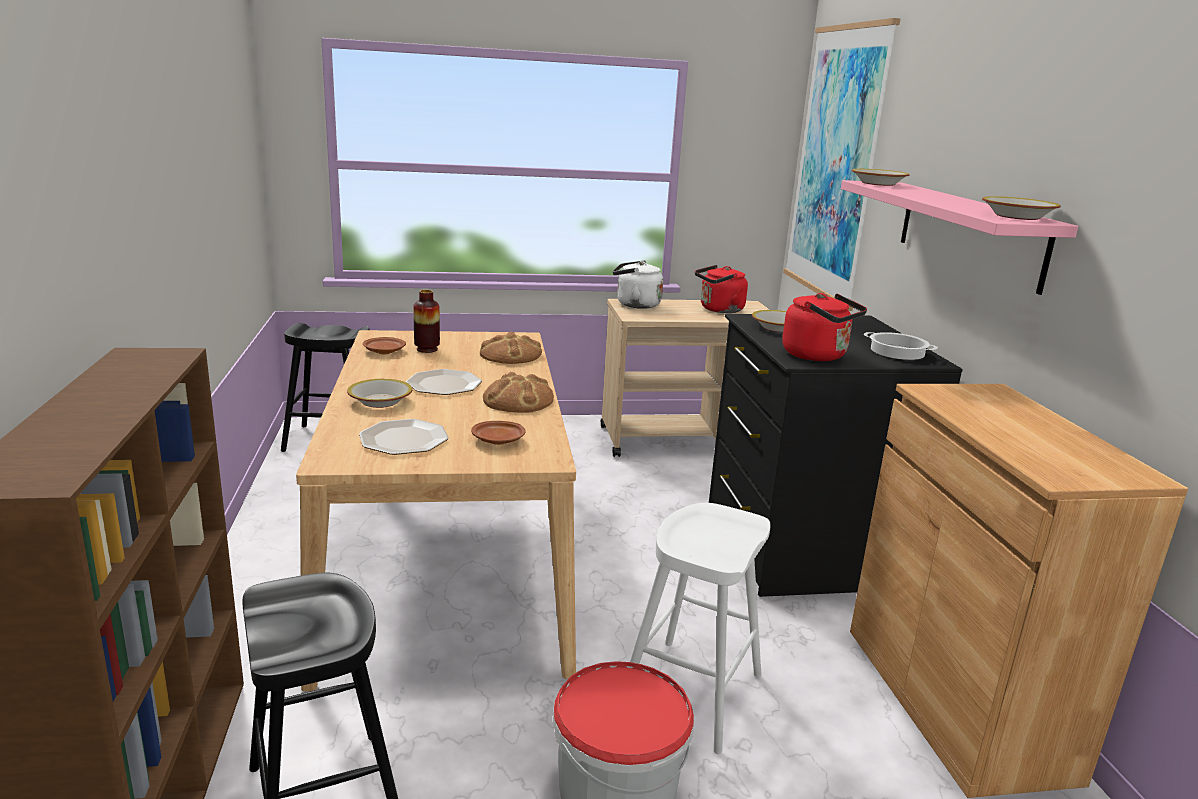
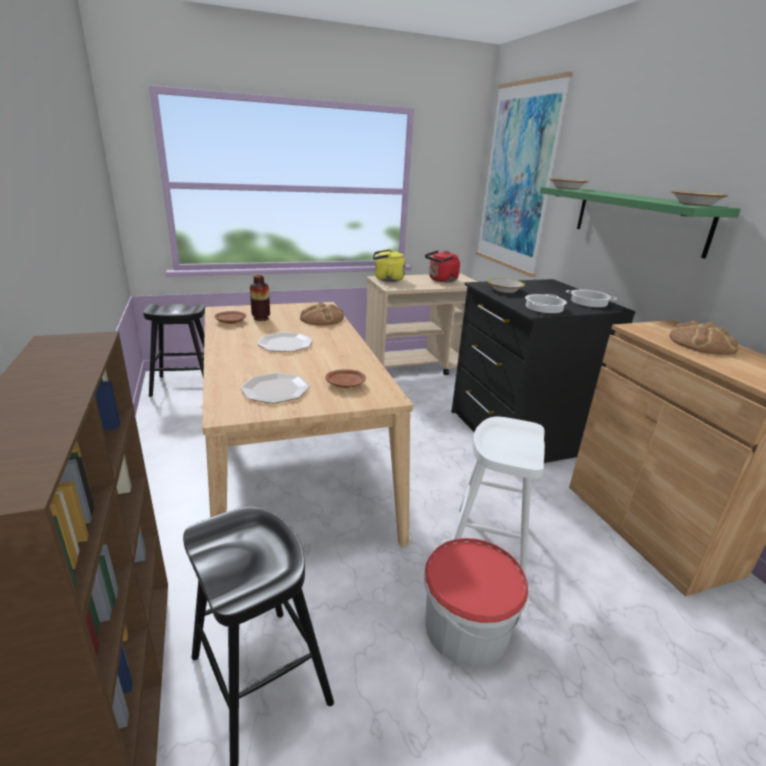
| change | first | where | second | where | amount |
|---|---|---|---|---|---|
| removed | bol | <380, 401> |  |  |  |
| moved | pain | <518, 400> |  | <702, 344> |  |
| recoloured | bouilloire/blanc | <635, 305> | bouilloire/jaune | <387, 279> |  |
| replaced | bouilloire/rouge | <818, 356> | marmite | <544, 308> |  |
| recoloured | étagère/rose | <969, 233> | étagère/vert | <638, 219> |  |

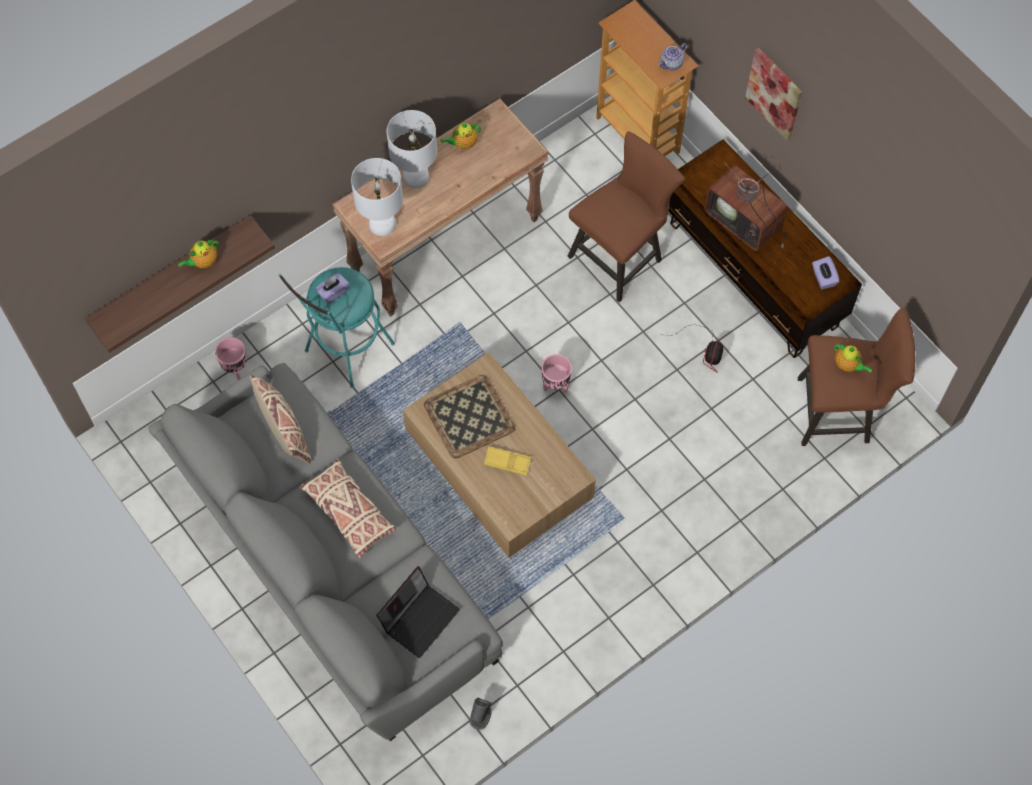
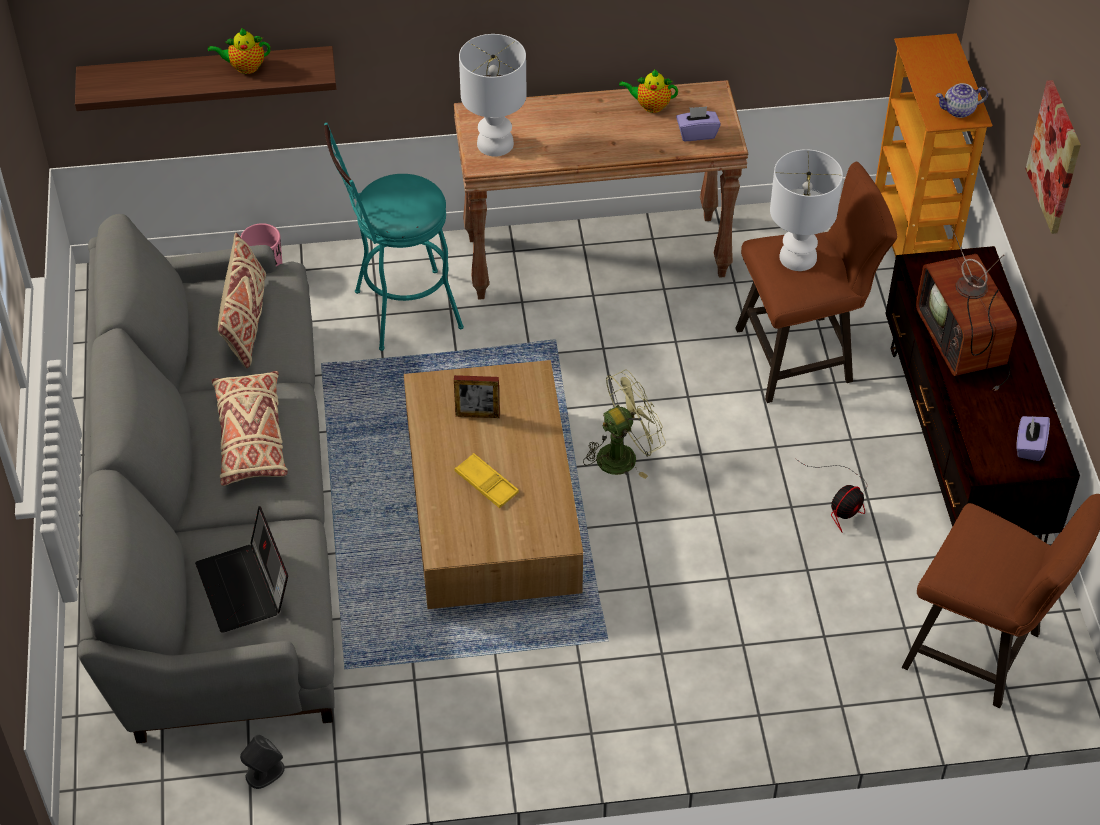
| change | first | where | second | where | amount |
|---|---|---|---|---|---|
| moved | boîte à mouchoirs/violet | <333, 292> |  | <697, 133> |  |
| turned | ordinateur portable | <419, 617> |  | <246, 588> | 90 degrees clockwise |
| moved | lampe de table/blanc | <415, 177> |  | <797, 258> |  |
| replaced | plateau | <469, 416> | cadre photo | <477, 415> |  |
| replaced | cache-pot/rose | <555, 385> | ventilateur/vert | <624, 455> |  |
| removed | théière | <848, 365> |  |  |  |

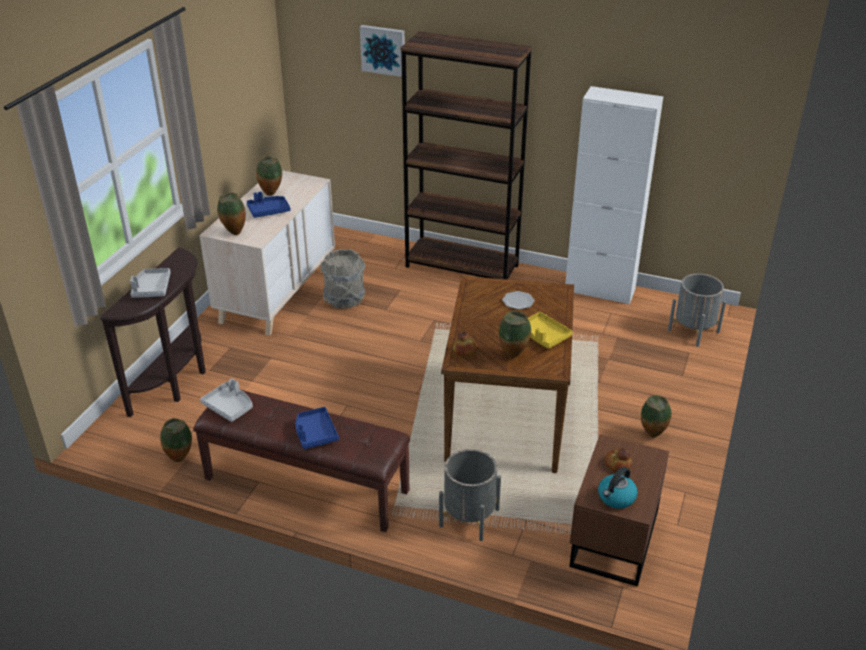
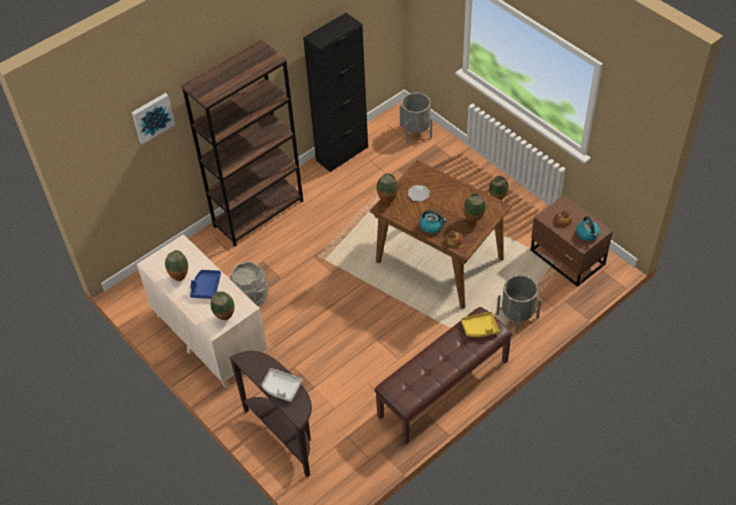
| change | first | where | second | where | amount |
|---|---|---|---|---|---|
| moved | vase | <180, 459> |  | <387, 201> |  |
| removed | plateau/gris | <229, 407> |  |  |  |
| removed | plateau/bleu | <315, 433> |  |  |  |
| moved | plateau/jaune | <543, 336> |  | <480, 328> |  |
| recoloured | meuble de rangement/blanc | <600, 290> | meuble de rangement/noir | <342, 154> |  |
| added |  |  | bouilloire | <432, 226> |  |

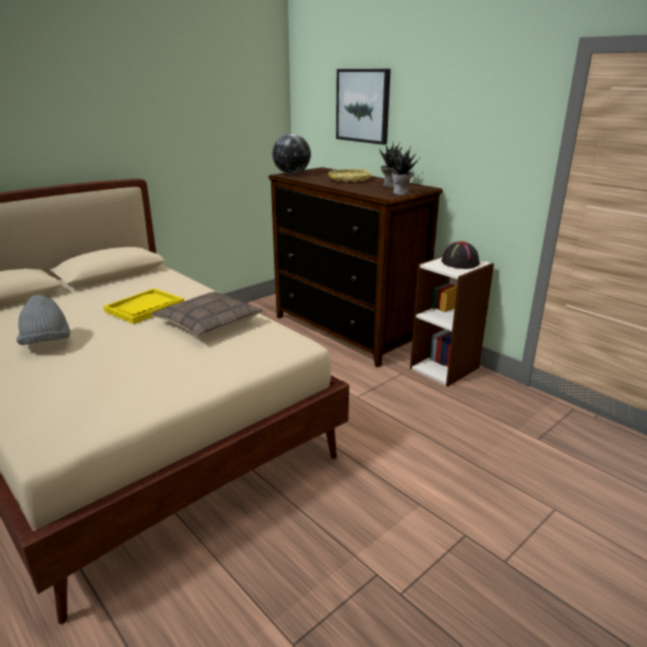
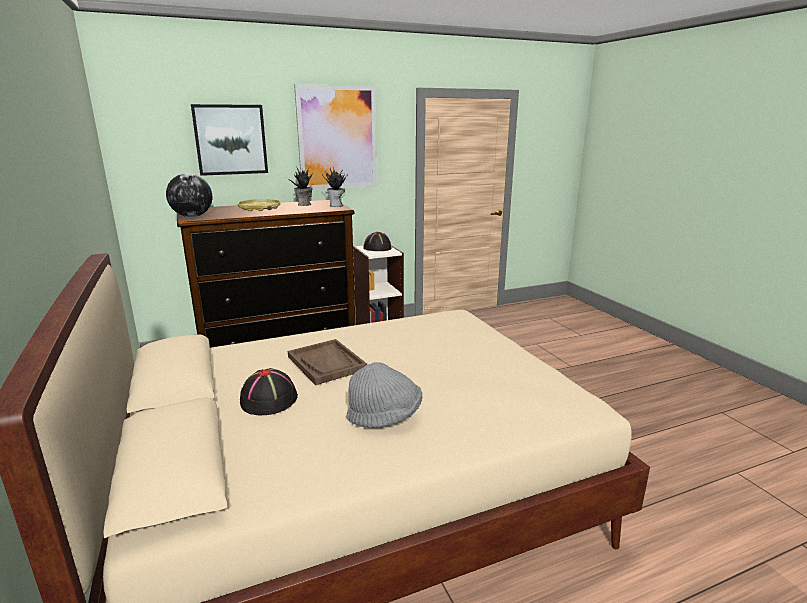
| change | first | where | second | where | amount |
|---|---|---|---|---|---|
| recoloured | plateau/jaune | <145, 308> | plateau/marron | <327, 363> |  |
| removed | coussin | <208, 323> |  |  |  |
| added |  |  | chapeau/noir | <269, 400> |  |
| added |  |  | tableau | <337, 138> |  |

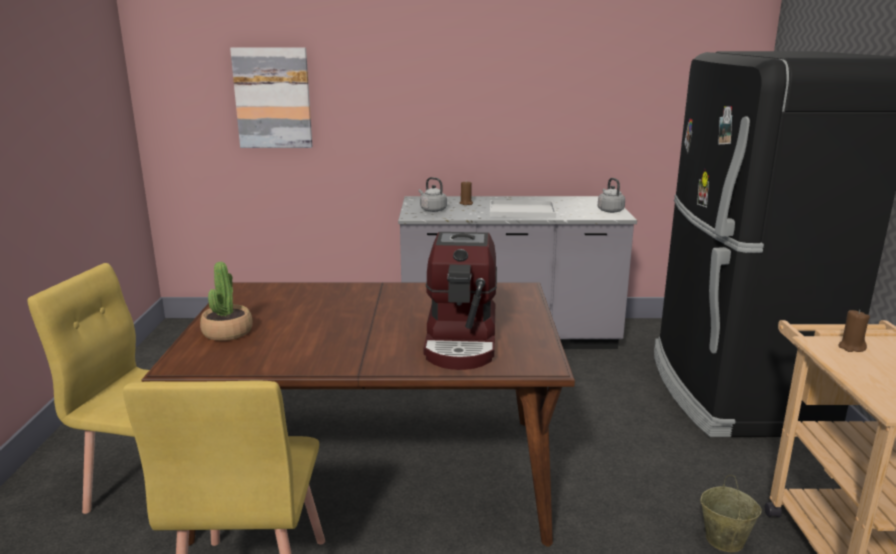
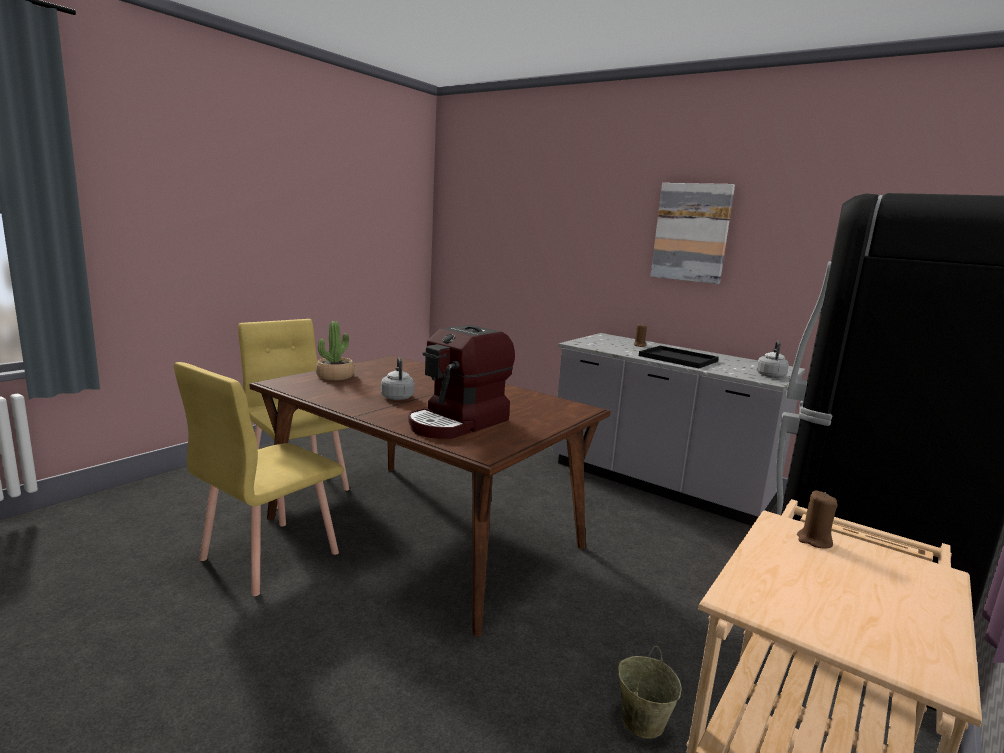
| change | first | where | second | where | amount |
|---|---|---|---|---|---|
| moved | tableau | <273, 98> |  | <691, 232> |  |
| moved | bouilloire/gris | <432, 210> |  | <397, 397> |  |
| recoloured | plateau/blanc | <523, 210> | plateau/noir | <679, 358> |  |

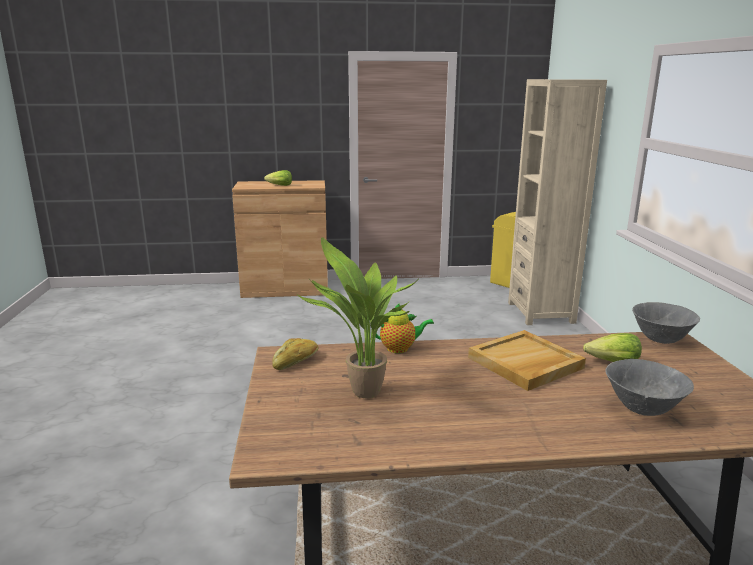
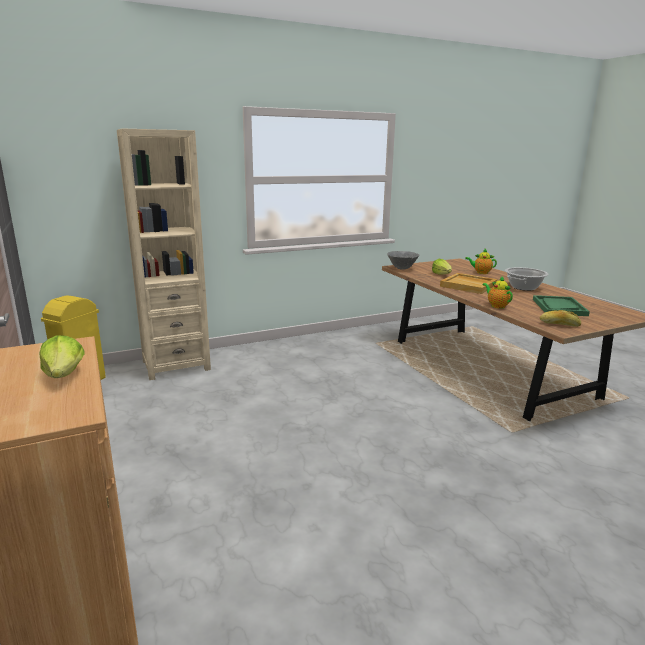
| change | first | where | second | where | amount |
|---|---|---|---|---|---|
| replaced | plante en pot | <361, 394> | plateau/vert | <559, 307> |  |
| replaced | bol/gris | <643, 410> | théière | <480, 272> |  |
| added |  |  | marmite | <524, 287> |  |

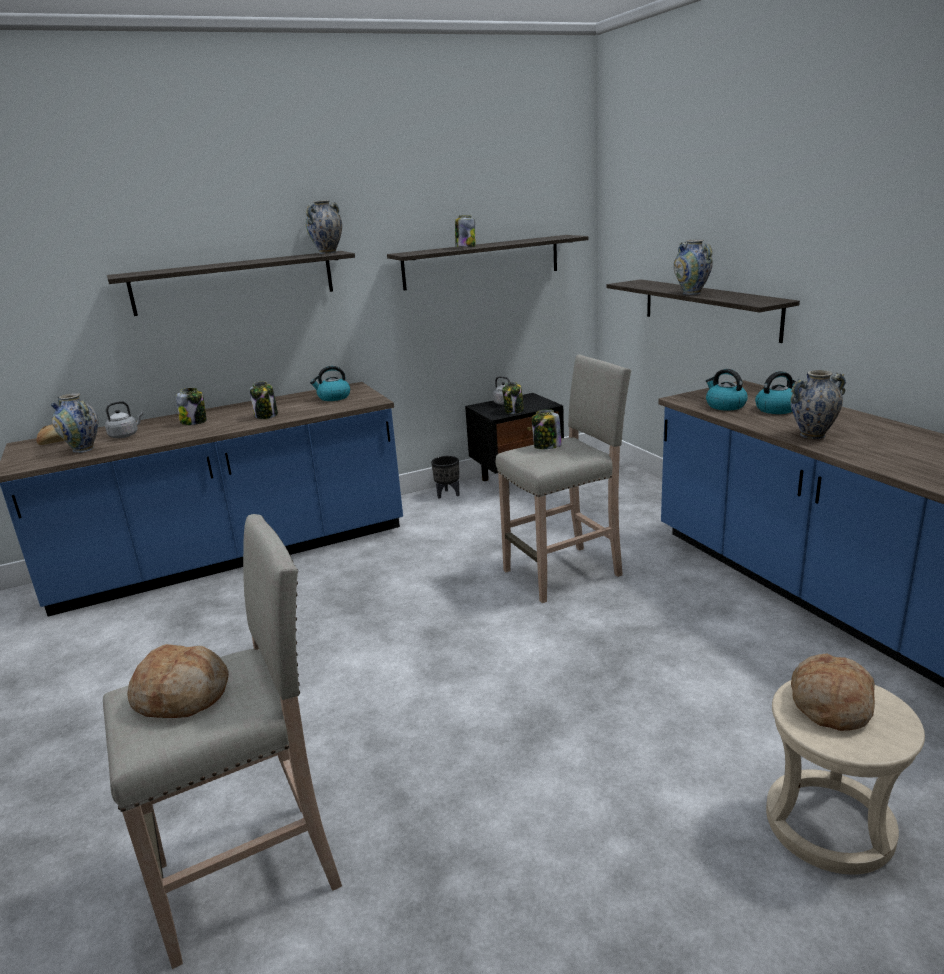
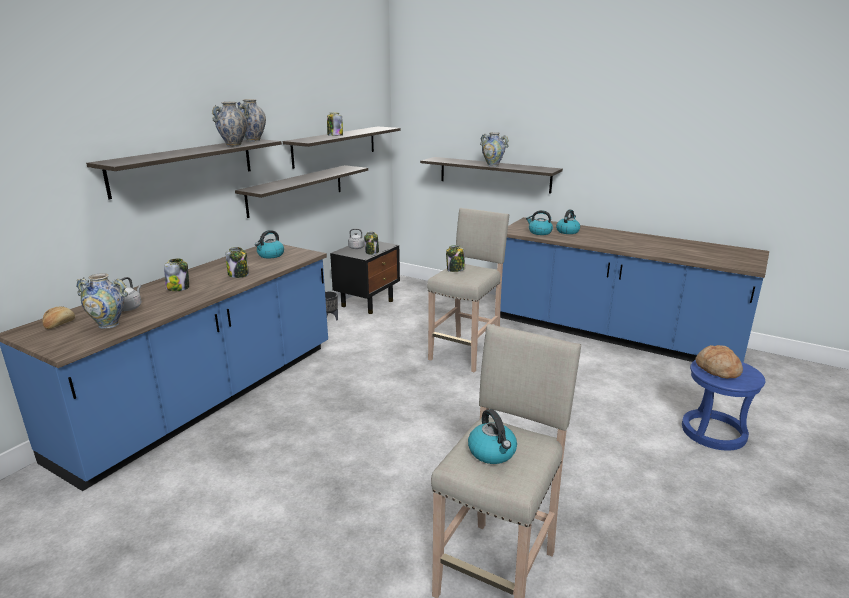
| change | first | where | second | where | amount |
|---|---|---|---|---|---|
| replaced | pain | <182, 696> | bouilloire | <492, 452> |  |
| recoloured | tabouret/beige | <829, 825> | tabouret/bleu | <714, 432> |  |
| moved | vase | <812, 435> |  | <234, 145> |  |
| added |  |  | étagère | <296, 190> |  |

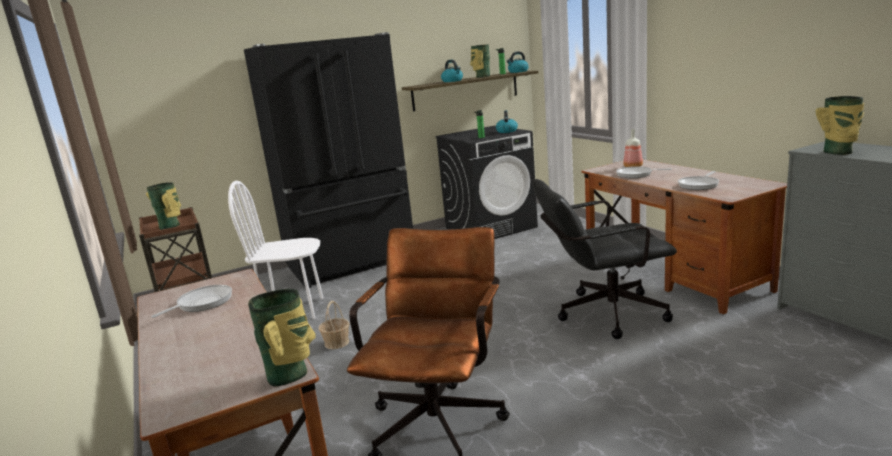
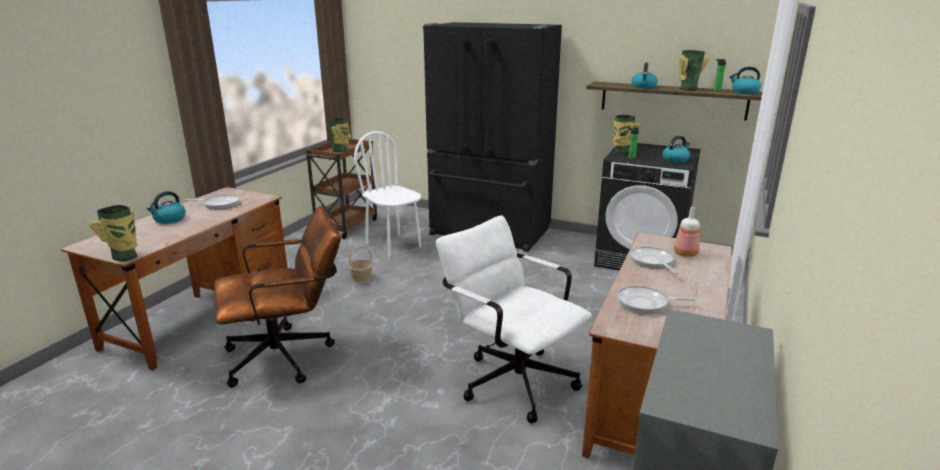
| change | first | where | second | where | amount |
|---|---|---|---|---|---|
| recoloured | chaise de bureau/noir | <602, 314> | chaise de bureau/blanc | <510, 378> |  |
| moved | vase | <839, 152> |  | <621, 152> |  |
| added |  |  | bouilloire | <169, 219> |  |

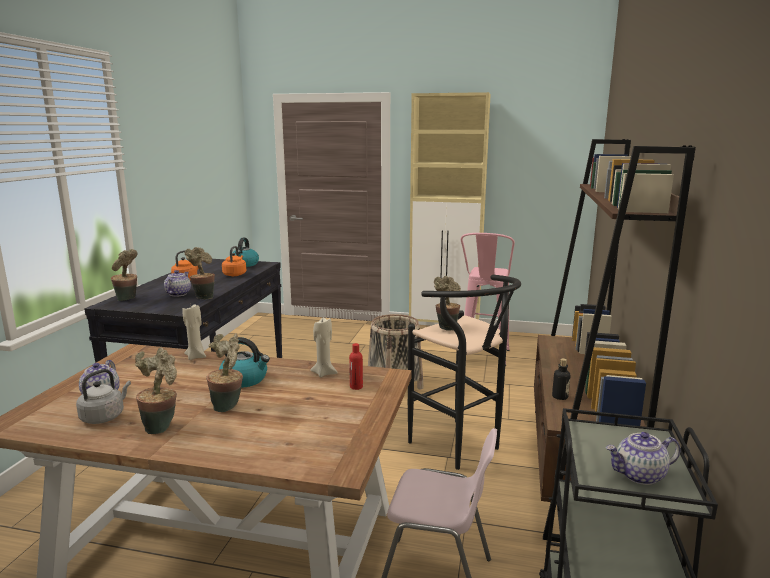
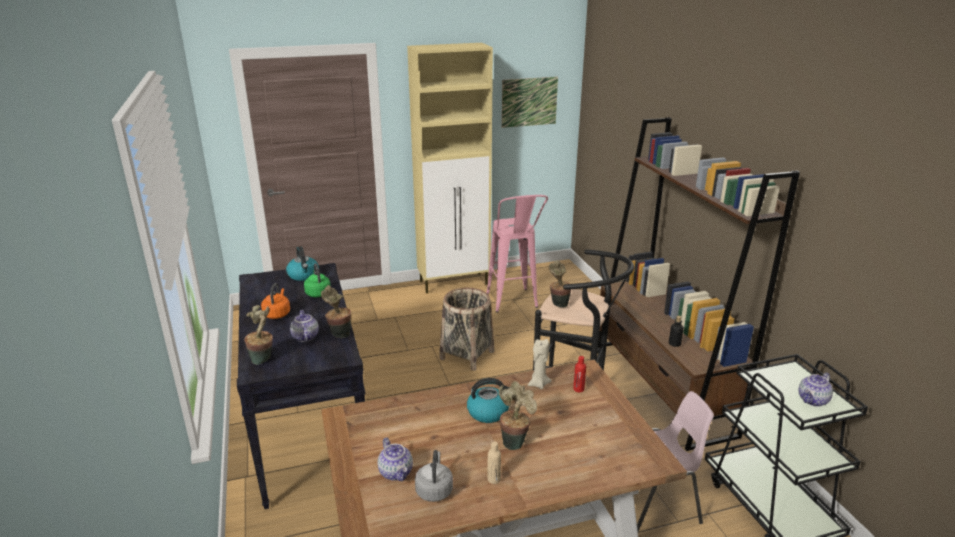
| change | first | where | second | where | amount |
|---|---|---|---|---|---|
| replaced | plante en pot | <162, 426> | bouteille/beige | <494, 479> |  |
| removed | bougie/beige | <196, 356> |  |  |  |
| recoloured | bouilloire/orange | <235, 274> | bouilloire/vert | <318, 293> |  |
| added |  |  | tableau | <529, 102> |  |

